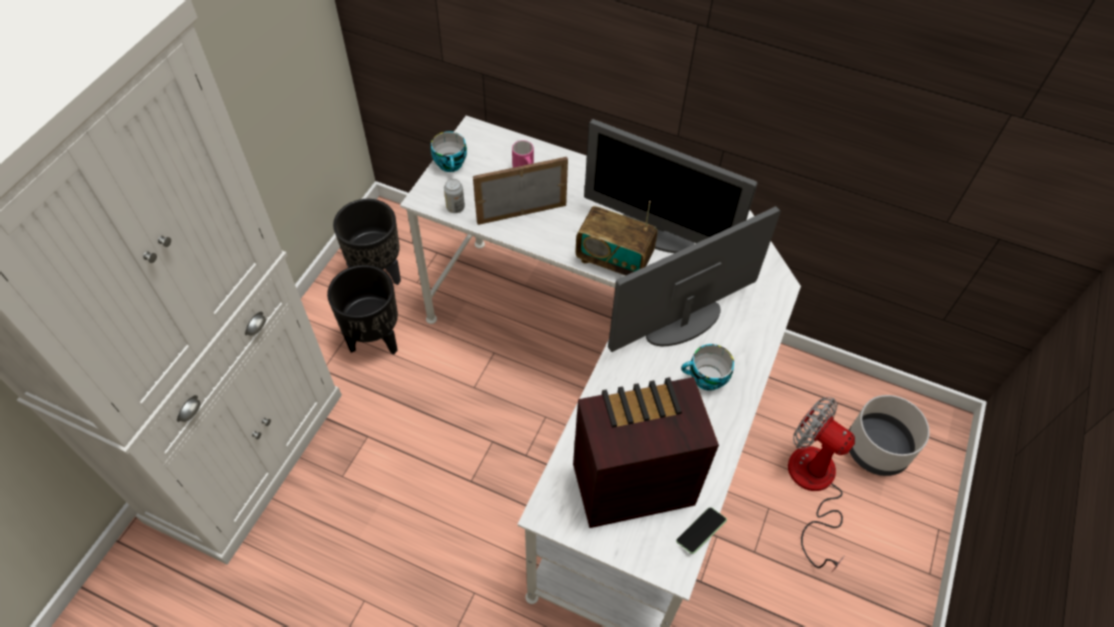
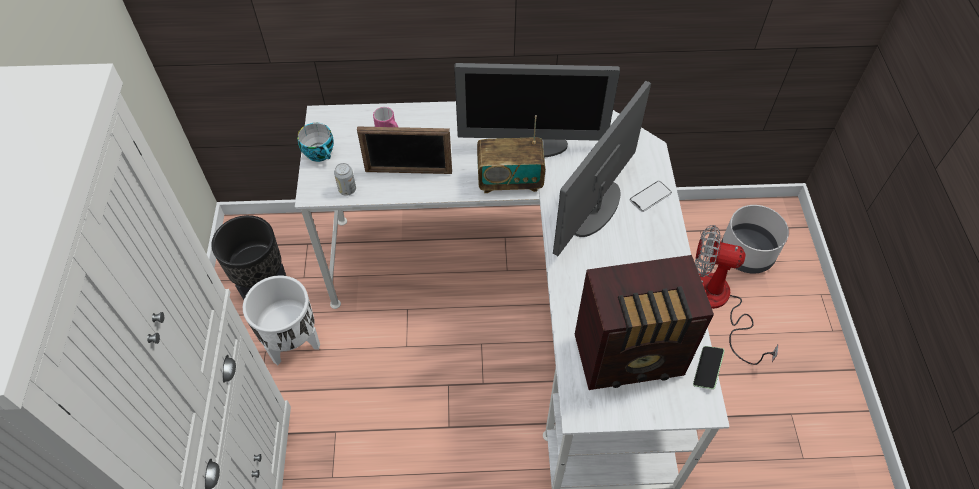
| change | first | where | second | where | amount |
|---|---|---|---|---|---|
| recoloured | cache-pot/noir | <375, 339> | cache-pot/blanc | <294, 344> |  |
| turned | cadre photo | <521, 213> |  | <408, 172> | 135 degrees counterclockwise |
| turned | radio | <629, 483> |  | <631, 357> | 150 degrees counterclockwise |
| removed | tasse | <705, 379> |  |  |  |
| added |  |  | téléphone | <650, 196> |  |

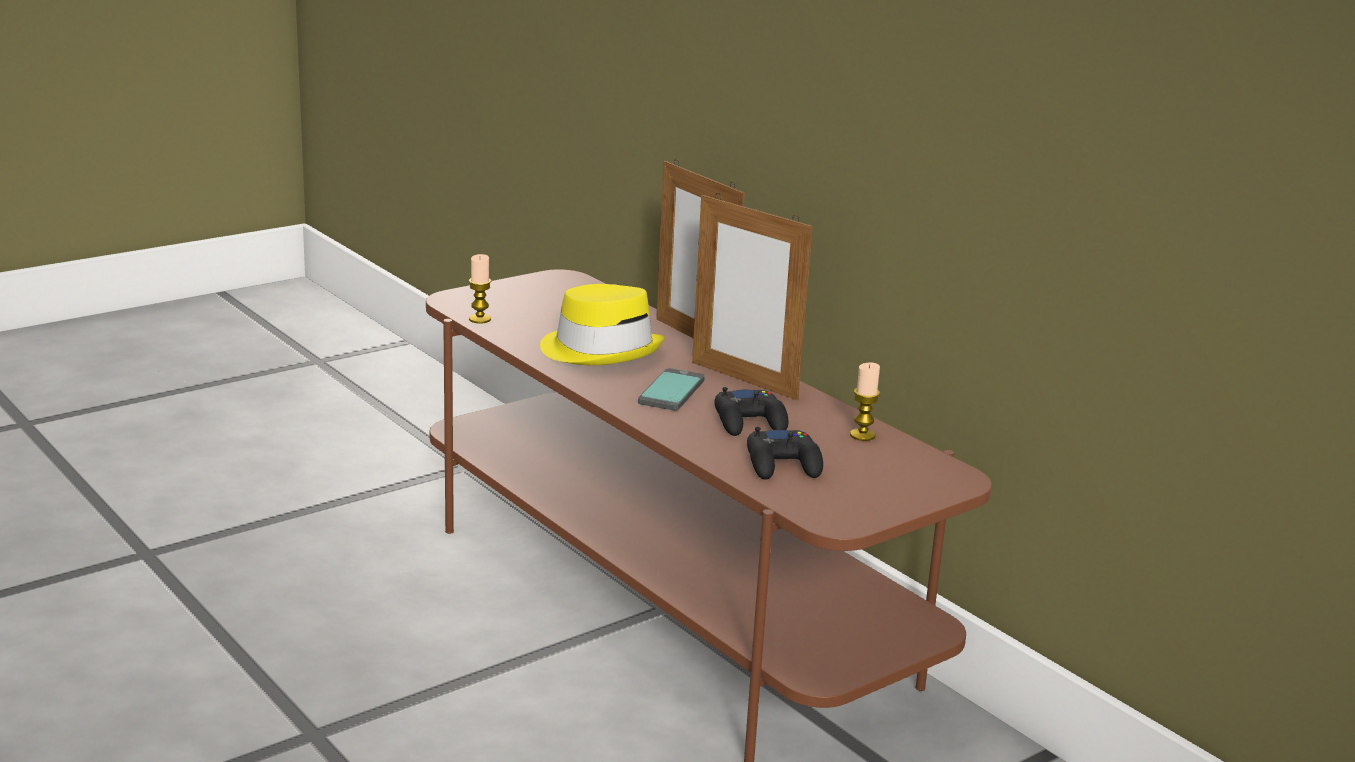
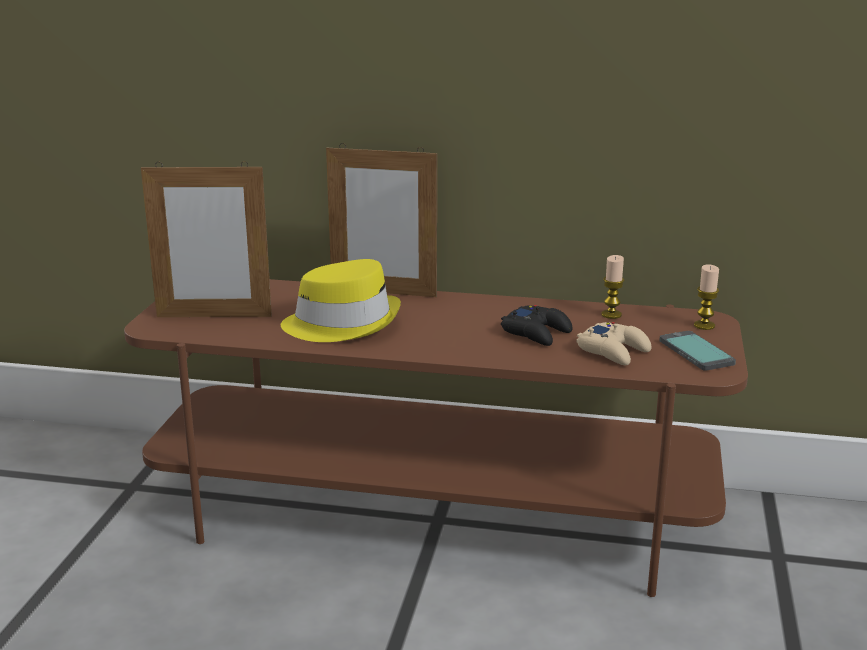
| change | first | where | second | where | amount |
|---|---|---|---|---|---|
| moved | bougie | <480, 319> |  | <704, 325> |  |
| moved | téléphone | <671, 391> |  | <695, 352> |  |
| moved | cadre photo | <744, 380> |  | <214, 316> |  |
| recoloured | manette/noir | <783, 464> | manette/beige | <614, 351> |  |

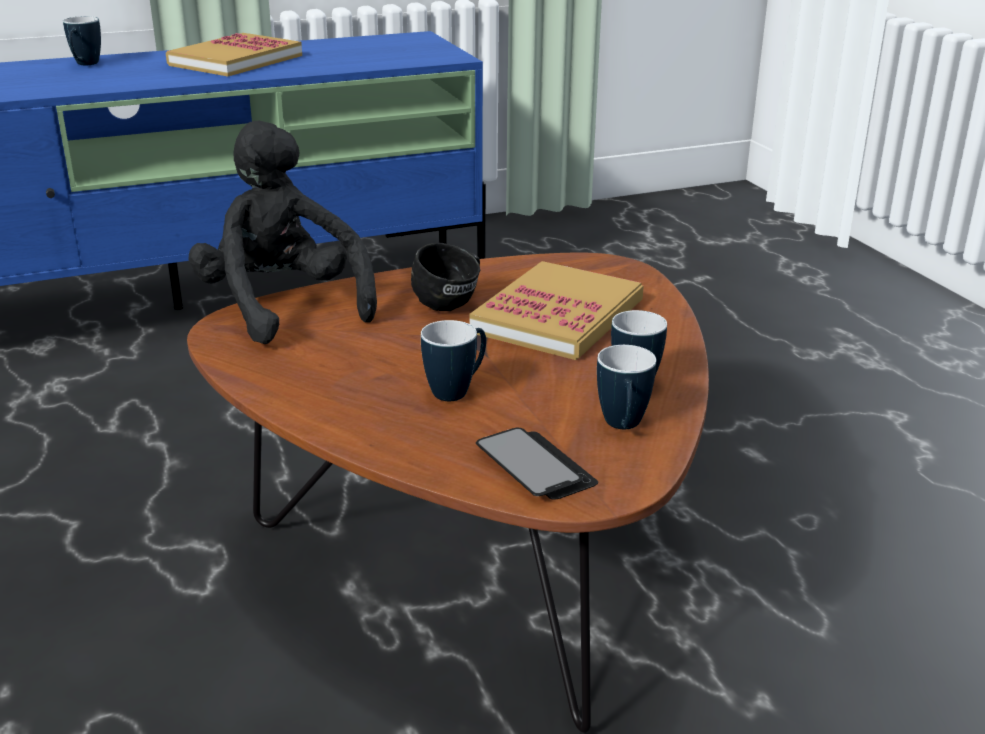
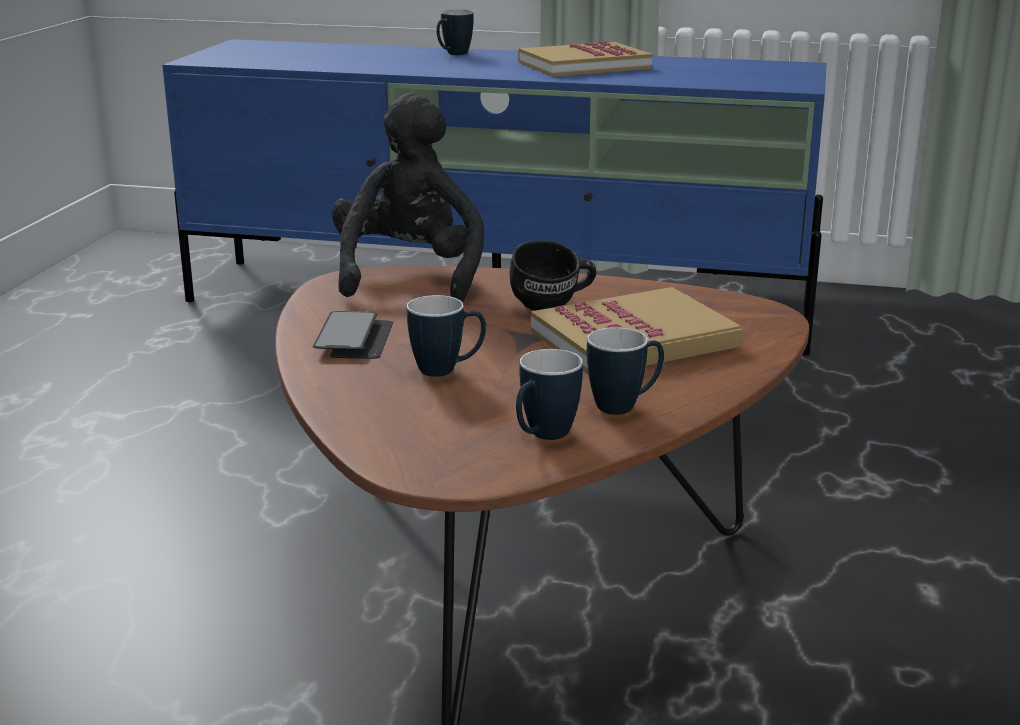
| change | first | where | second | where | amount |
|---|---|---|---|---|---|
| moved | téléphone | <535, 467> |  | <354, 338> |  |

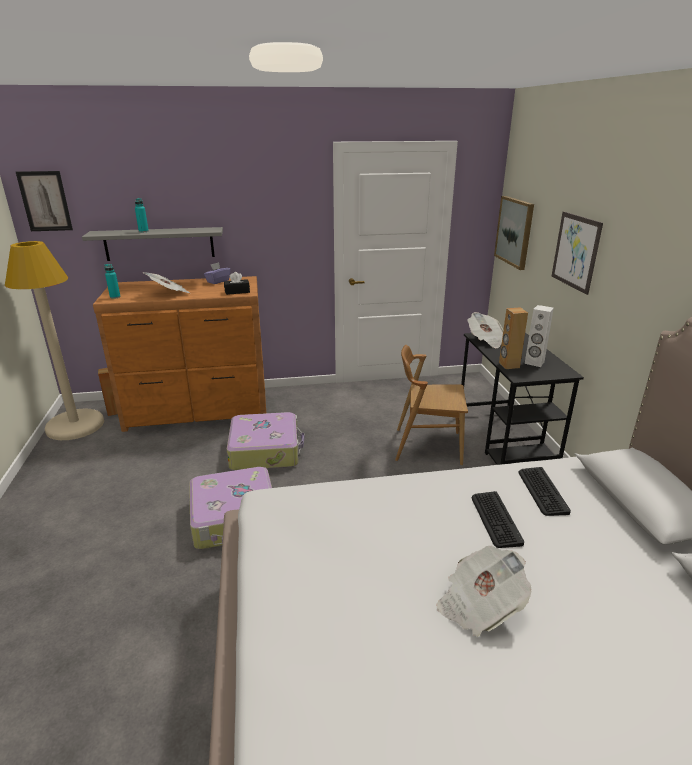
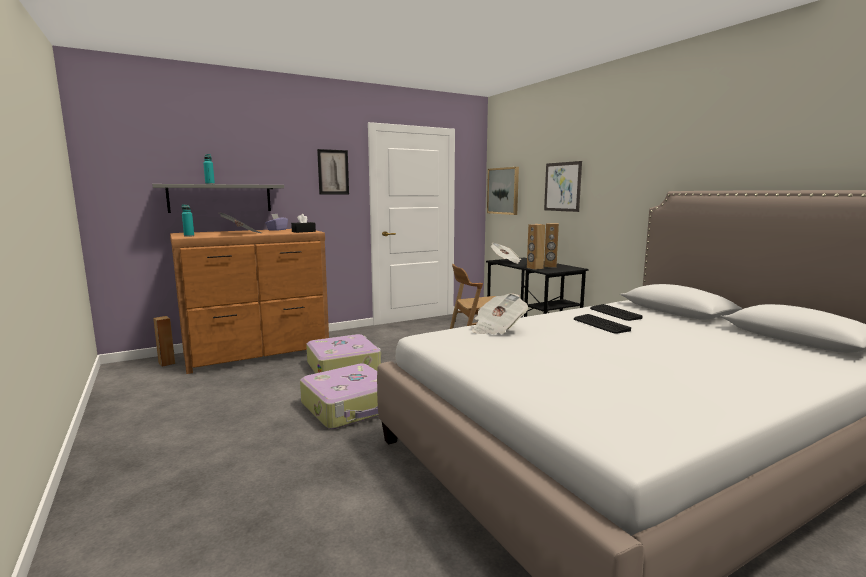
| change | first | where | second | where | amount |
|---|---|---|---|---|---|
| removed | lampadaire/beige | <75, 425> |  |  |  |
| moved | tableau | <45, 201> |  | <333, 172> |  |
| moved | journal | <479, 605> |  | <497, 329> |  |
| recoloured | enceinte/blanc | <534, 363> | enceinte/marron | <550, 266> |  |

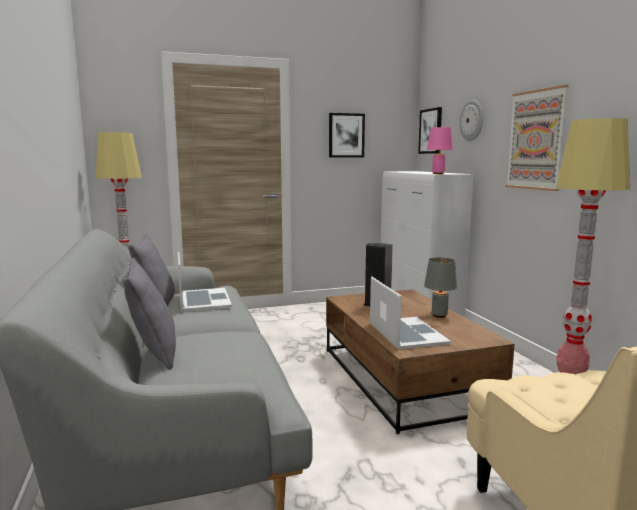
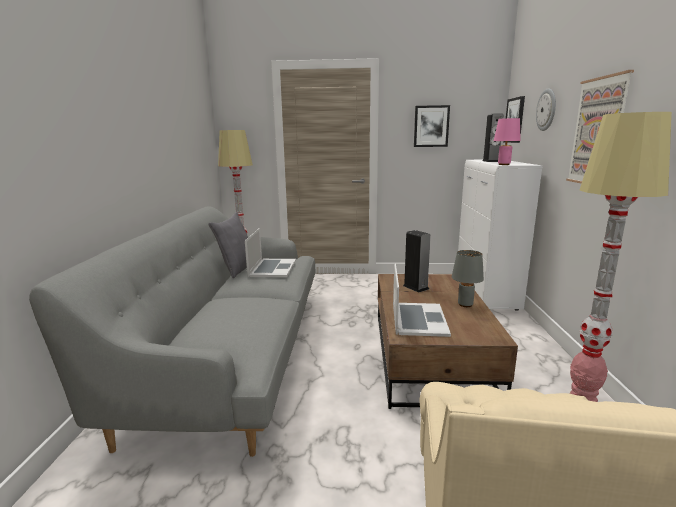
| change | first | where | second | where | amount |
|---|---|---|---|---|---|
| removed | coussin/gris | <154, 352> |  |  |  |
| added |  |  | enceinte | <490, 161> |  |

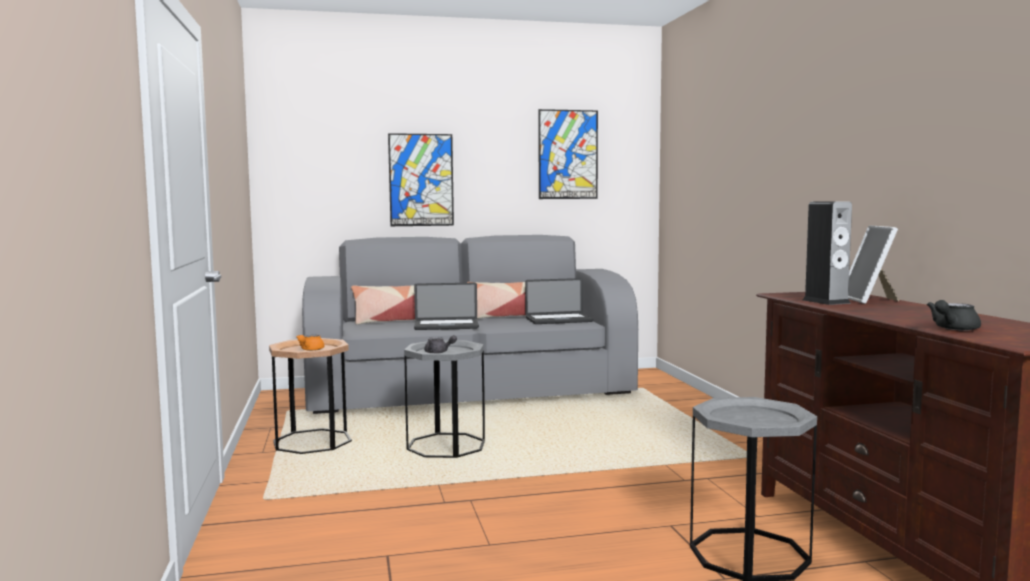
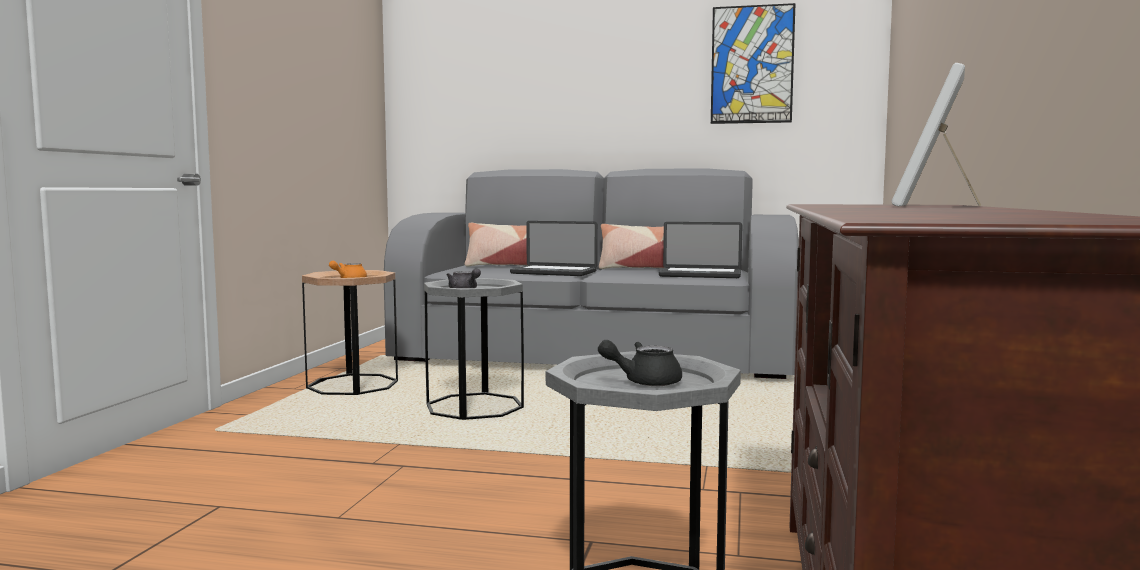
| change | first | where | second | where | amount |
|---|---|---|---|---|---|
| removed | tableau | <421, 180> |  |  |  |
| removed | enceinte | <826, 301> |  |  |  |
| moved | théière/noir | <952, 329> |  | <644, 382> |  |

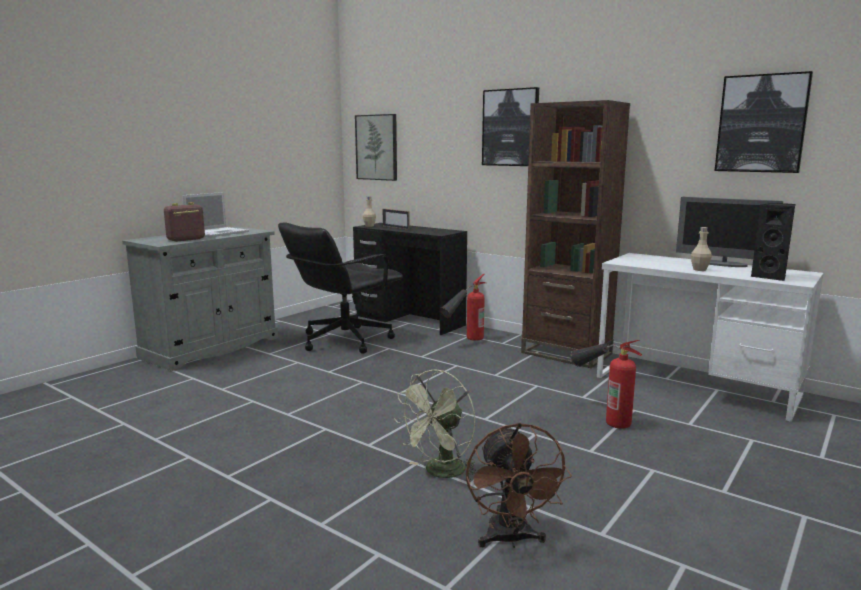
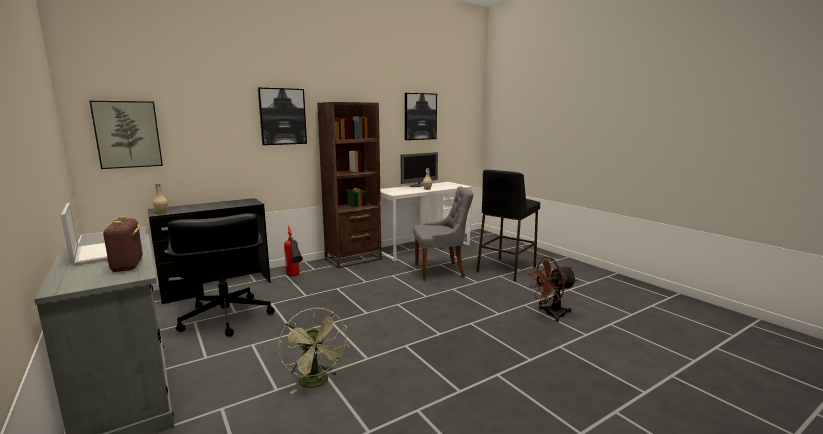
| change | first | where | second | where | amount |
|---|---|---|---|---|---|
| removed | cadre photo | <395, 227> |  |  |  |
| moved | ventilateur/vert | <440, 473> |  | <317, 383> |  |
| turned | ventilateur/marron | <510, 540> |  | <550, 314> | 150 degrees clockwise |
| replaced | extincteur | <601, 415> | chaise/gris | <440, 271> |  |
| removed | enceinte/noir | <771, 276> |  |  |  |
| added |  |  | tabouret/noir | <506, 269> |  |

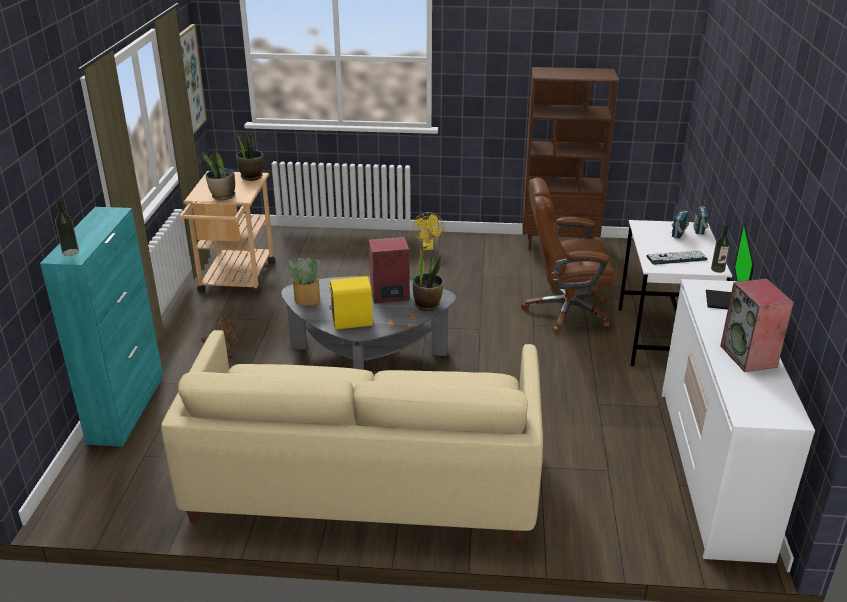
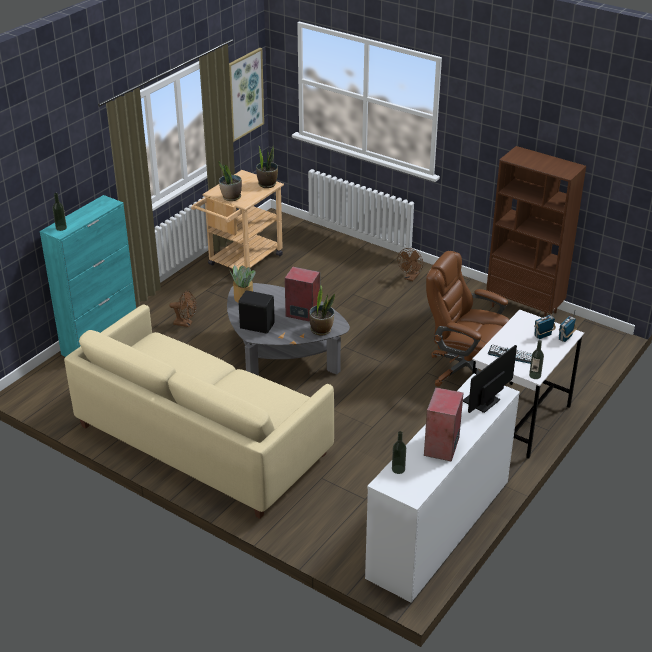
| change | first | where | second | where | amount |
|---|---|---|---|---|---|
| recoloured | enceinte/jaune | <351, 321> | enceinte/noir | <257, 325> |  |
| recoloured | ventilateur/jaune | <428, 247> | ventilateur/marron | <411, 278> |  |
| added |  |  | bouteille | <398, 469> |  |

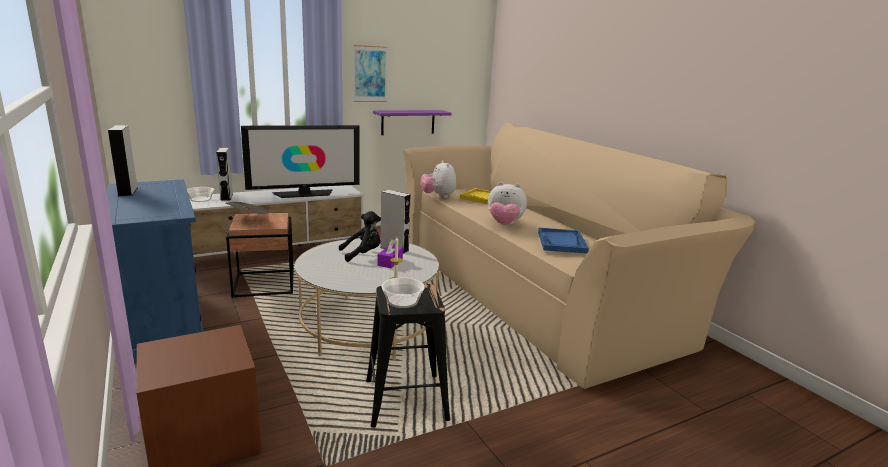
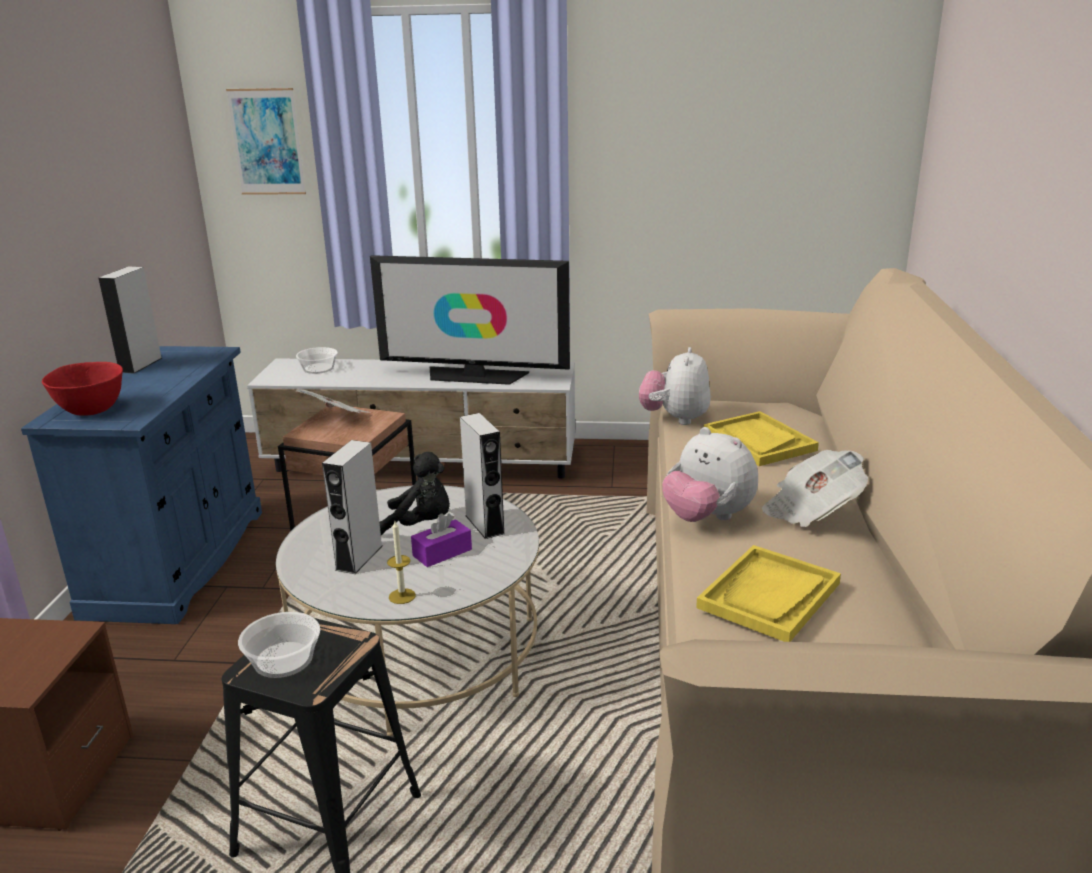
| change | first | where | second | where | amount |
|---|---|---|---|---|---|
| moved | enceinte/gris | <226, 197> |  | <359, 557> |  |
| moved | tableau | <370, 74> |  | <267, 142> |  |
| removed | étagère/violet | <408, 122> |  |  |  |
| recoloured | plateau/bleu | <562, 242> | plateau/jaune | <769, 596> |  |
| added |  |  | bol/rouge | <90, 410> |  |
| added |  |  | journal | <811, 510> |  |

